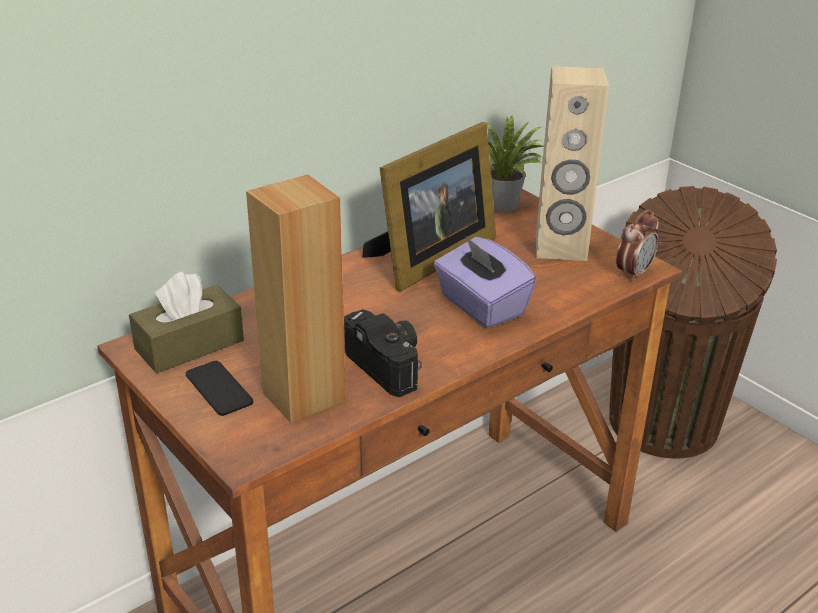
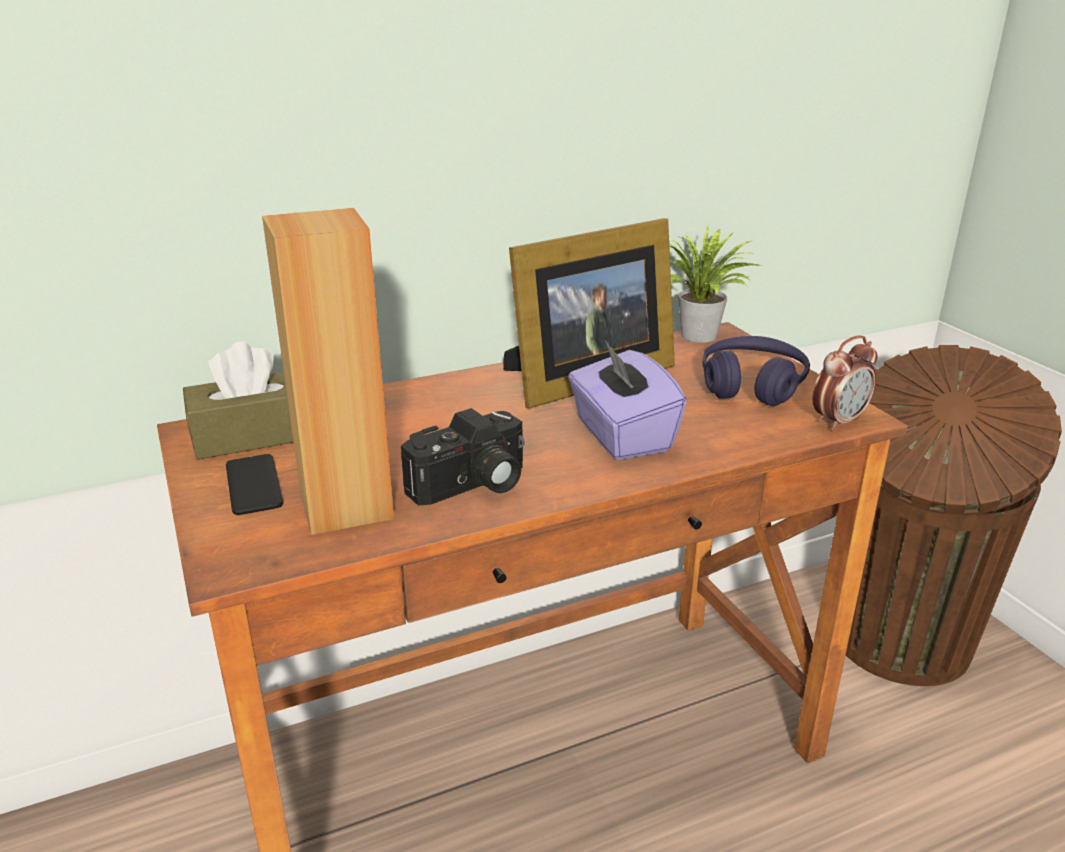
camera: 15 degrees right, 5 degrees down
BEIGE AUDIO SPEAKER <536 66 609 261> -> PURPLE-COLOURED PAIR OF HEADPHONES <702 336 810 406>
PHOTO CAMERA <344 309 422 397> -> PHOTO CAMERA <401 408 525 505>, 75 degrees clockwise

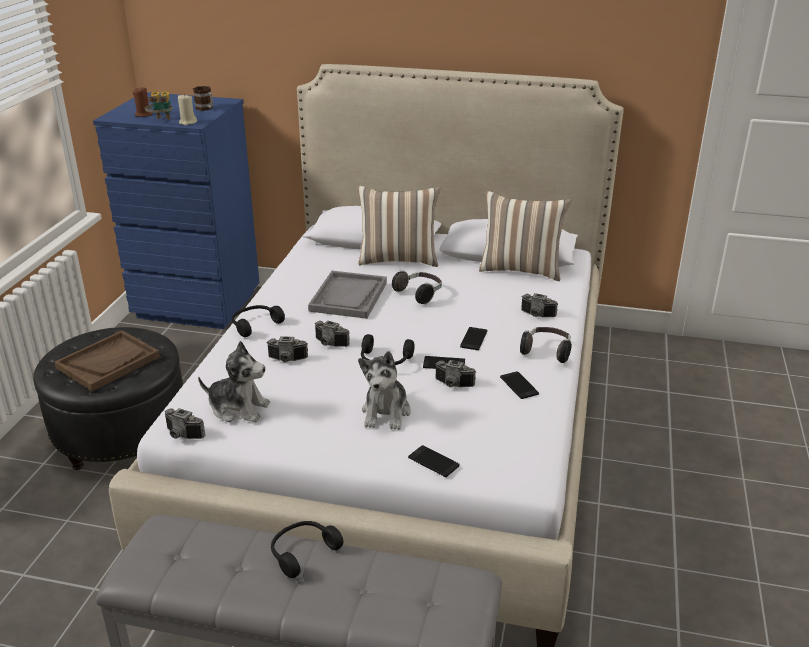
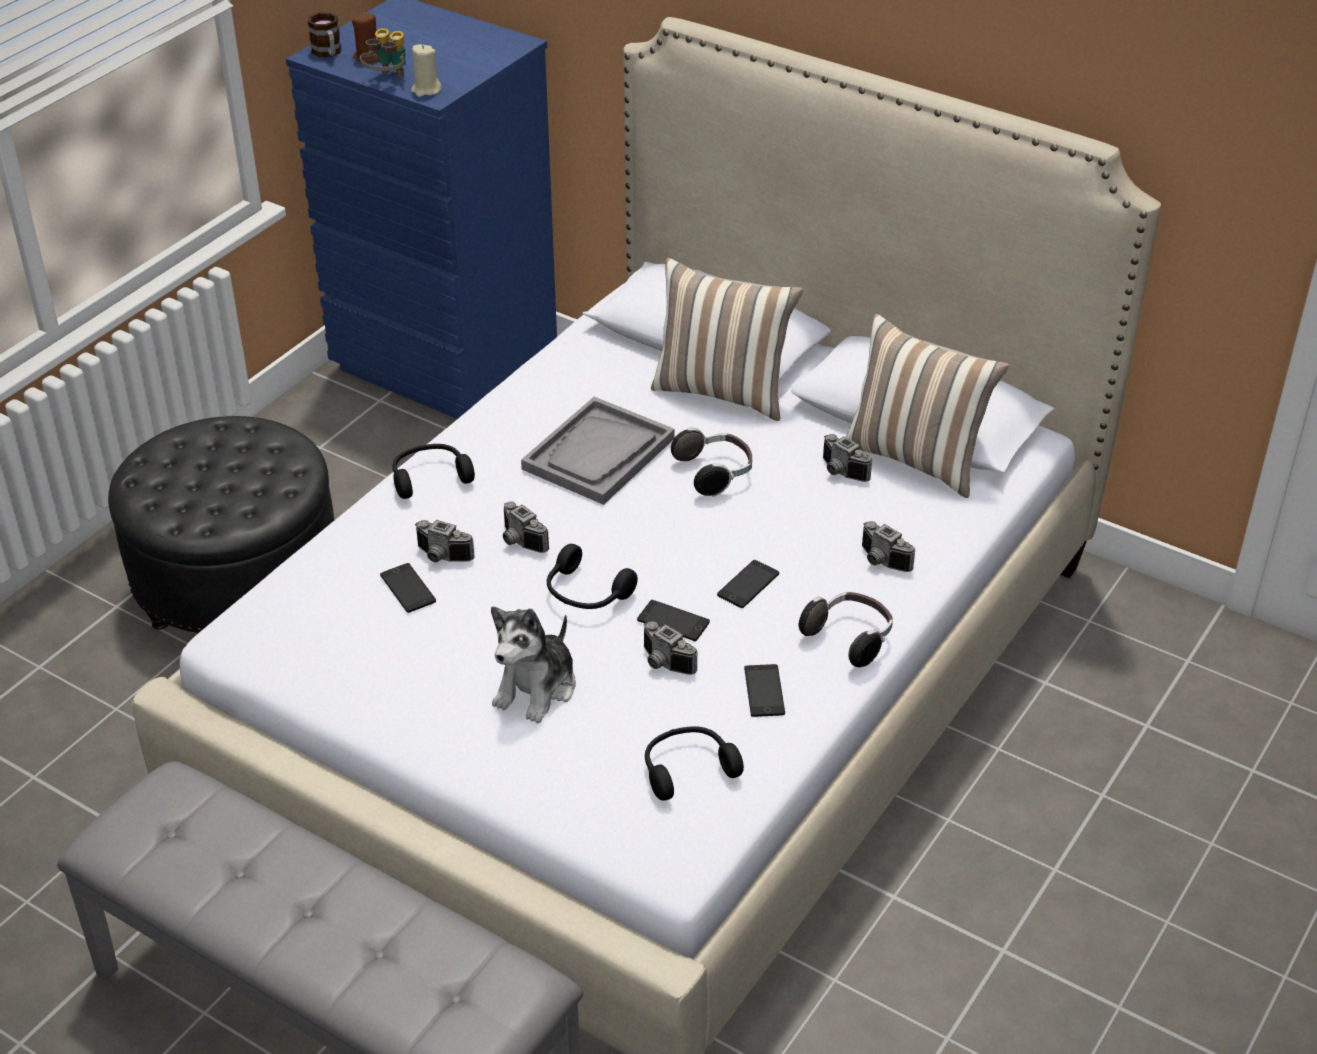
camera: 20 degrees right, 10 degrees up
TEA MUG <193 86 213 111> -> TEA MUG <308 12 341 57>, relocated
BROWN-COLOURED CARRYING TRAY <54 330 160 391> -> none
PLUSH TOY <198 341 270 422> -> none
PHOTO CAMERA <165 408 205 439> -> PHOTO CAMERA <823 434 872 482>, relocated
HANDSET <408 445 460 477> -> HANDSET <380 563 436 613>, relocated
BLACK-COLOURED PAIR OF HEADPHONES <271 521 343 578> -> BLACK-COLOURED PAIR OF HEADPHONES <645 726 744 801>, relocated

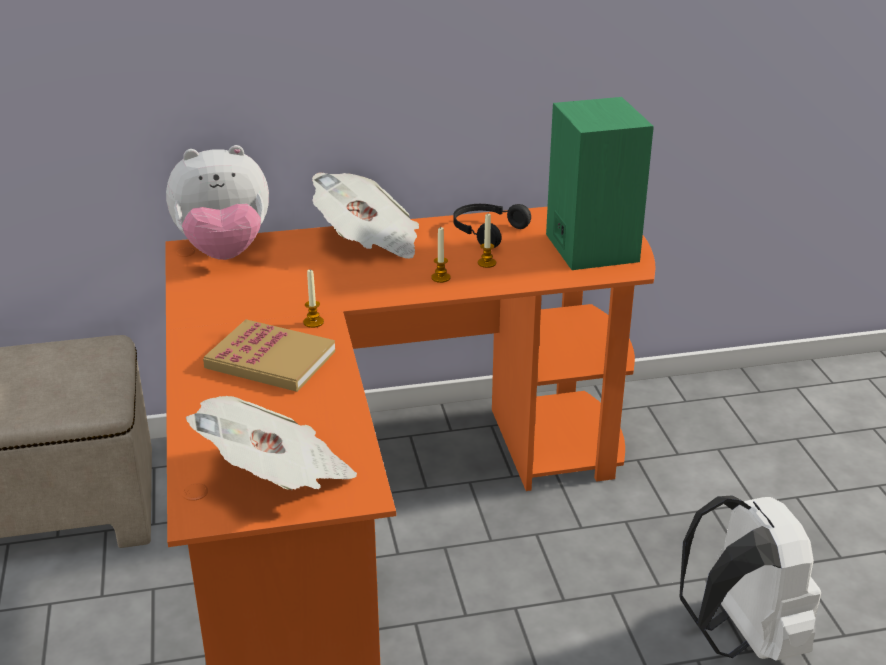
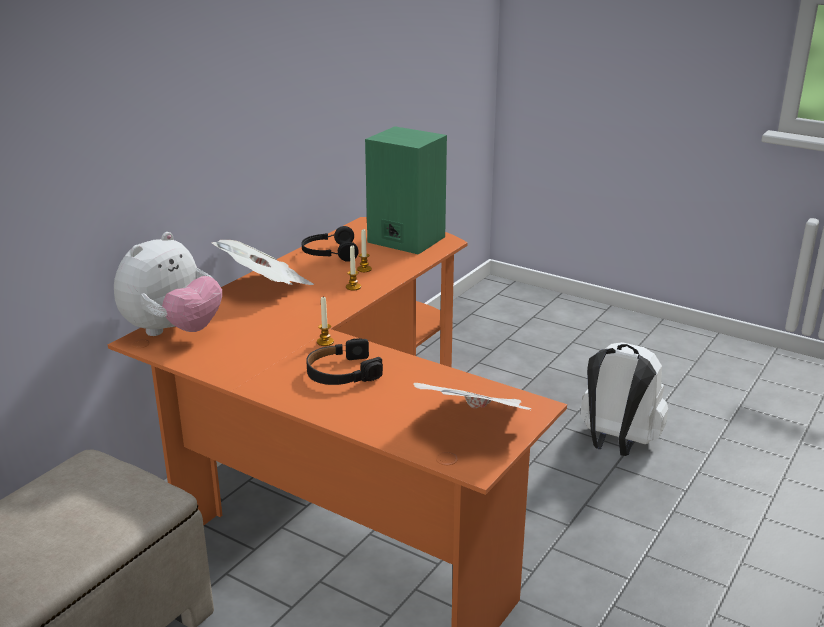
camera: 45 degrees left, 5 degrees down
BOUND BOOK <203 319 335 392> -> BLACK-COLOURED PAIR OF HEADPHONES <306 338 383 385>

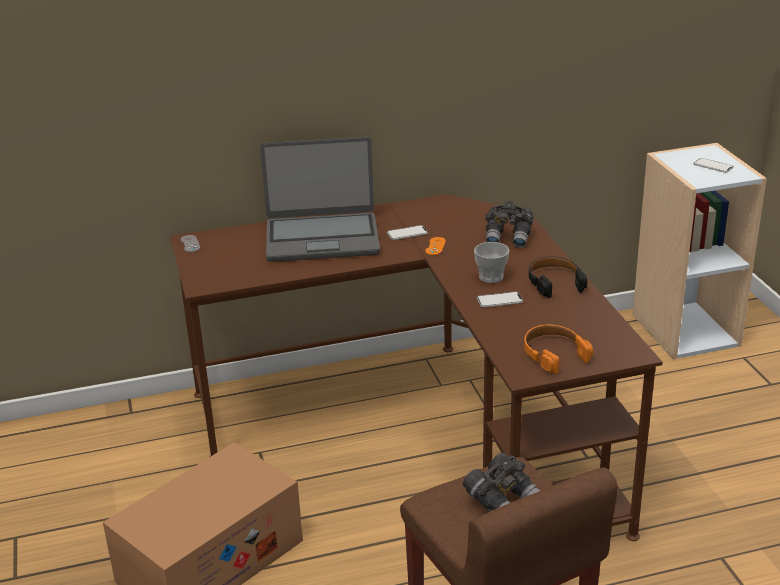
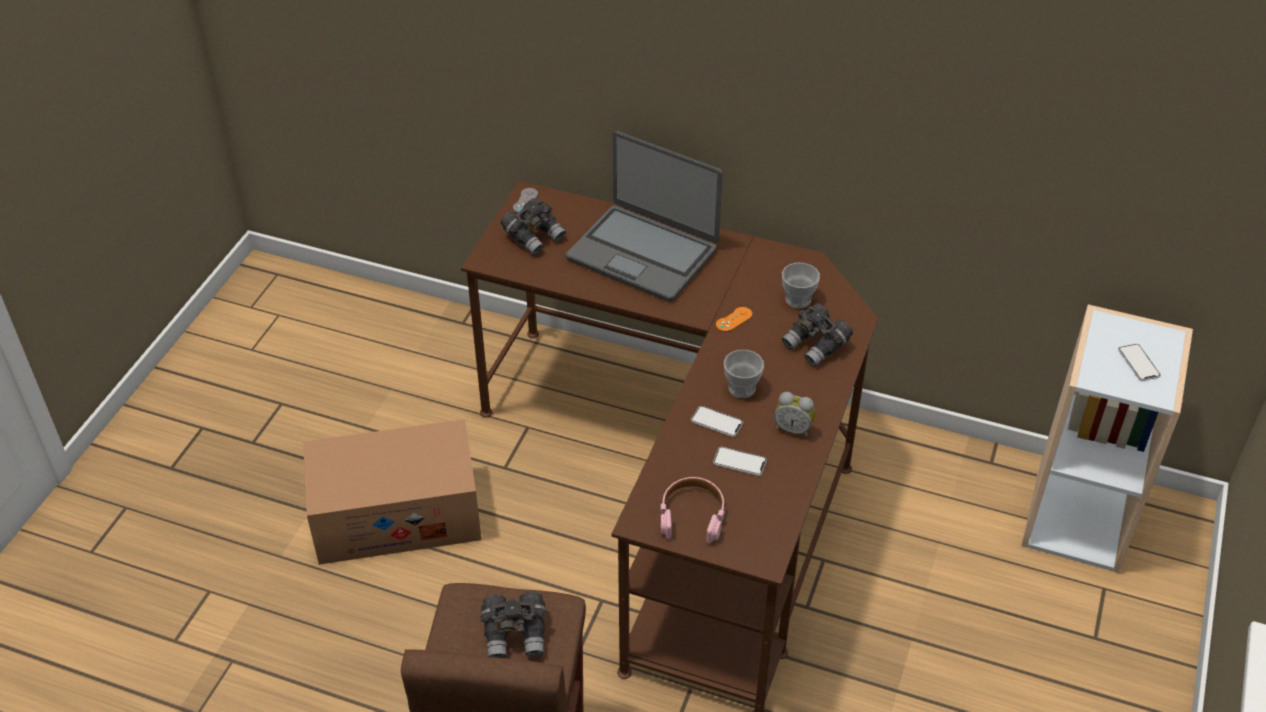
camera: 35 degrees right, 15 degrees up
HANDSET <387 225 428 240> -> HANDSET <713 447 767 476>, relocated
BLACK-COLOURED PAIR OF HEADPHONES <529 256 587 298> -> BEDSIDE CLOCK <774 392 815 438>
ORANGEY PAIR OF HEADPHONES <524 325 593 374> -> PINKISH PAIR OF HEADPHONES <661 477 725 544>
none -> GREY BINOCULARS <501 198 566 255>
none -> DRINKING CUP <782 263 820 308>

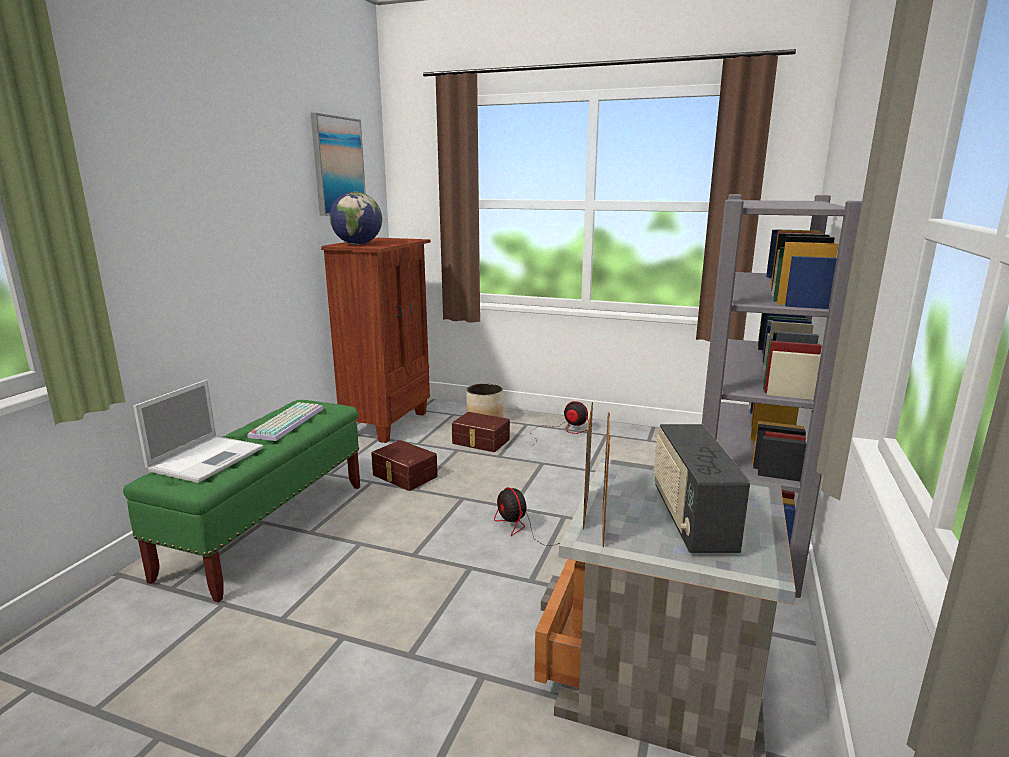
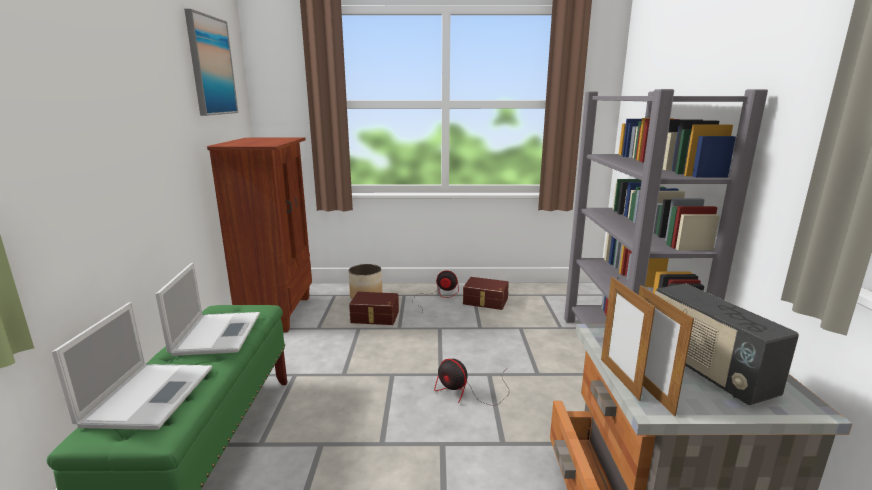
camera: 20 degrees left, 0 degrees up
DESK GLOBE <330 191 382 245> -> none
PC KEYBOARD <247 402 323 441> -> PORTABLE COMPUTER <155 263 260 356>
BROWN-COLOURED STORAGE CONTAINER <371 440 438 491> -> BROWN-COLOURED STORAGE CONTAINER <463 277 509 310>, relocated

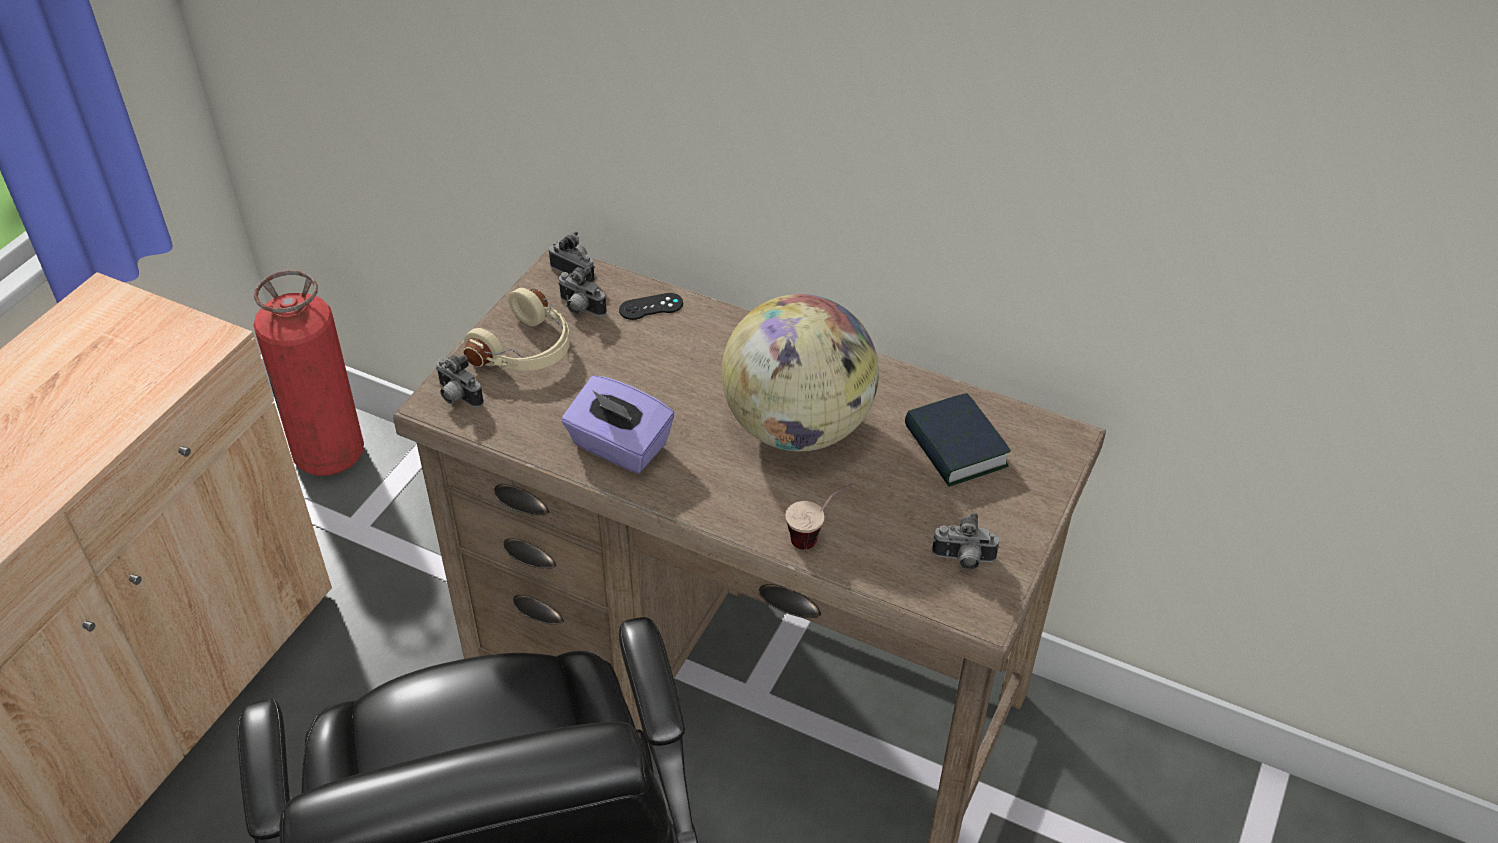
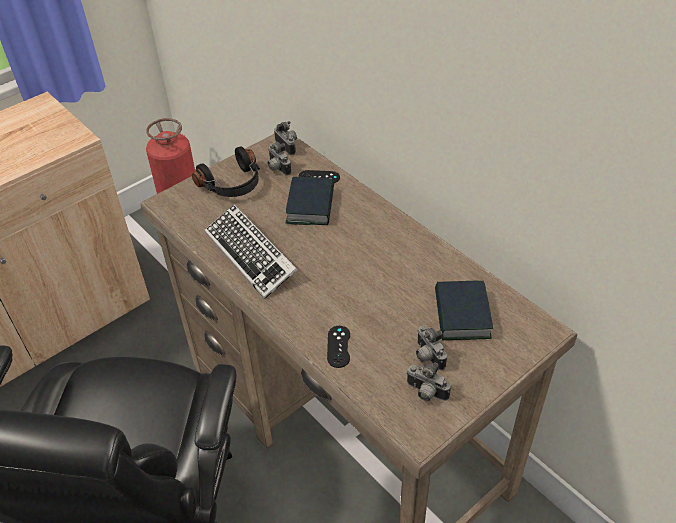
camera: 25 degrees right, 0 degrees up
BEIGE PAIR OF HEADPHONES <464 288 570 371> -> BLACK-COLOURED PAIR OF HEADPHONES <192 147 260 197>
DESK GLOBE <721 294 879 451> -> none
PHOTO CAMERA <436 355 484 407> -> PHOTO CAMERA <416 325 447 370>, relocated
PURPLE-COLOURED TISSUE HOLDER <561 376 674 473> -> PC KEYBOARD <205 204 298 299>
DRINKING CUP <785 483 854 550> -> BLACK-COLOURED JOYPAD <327 326 350 368>
none -> BOUND BOOK <286 177 334 225>

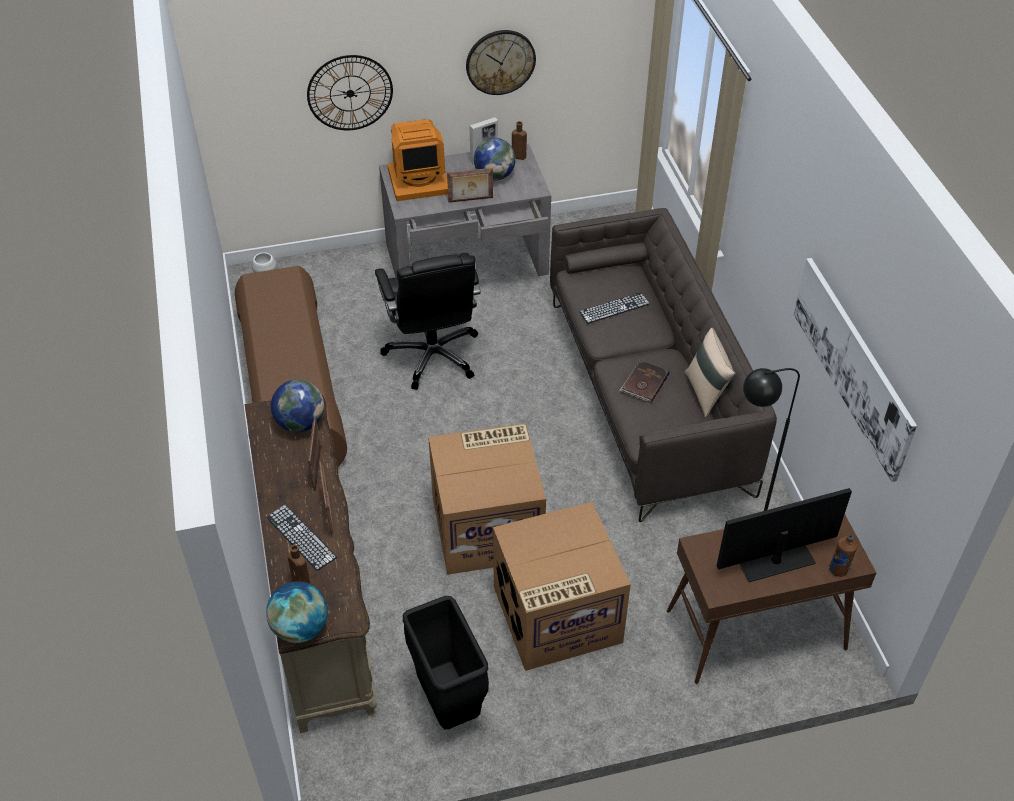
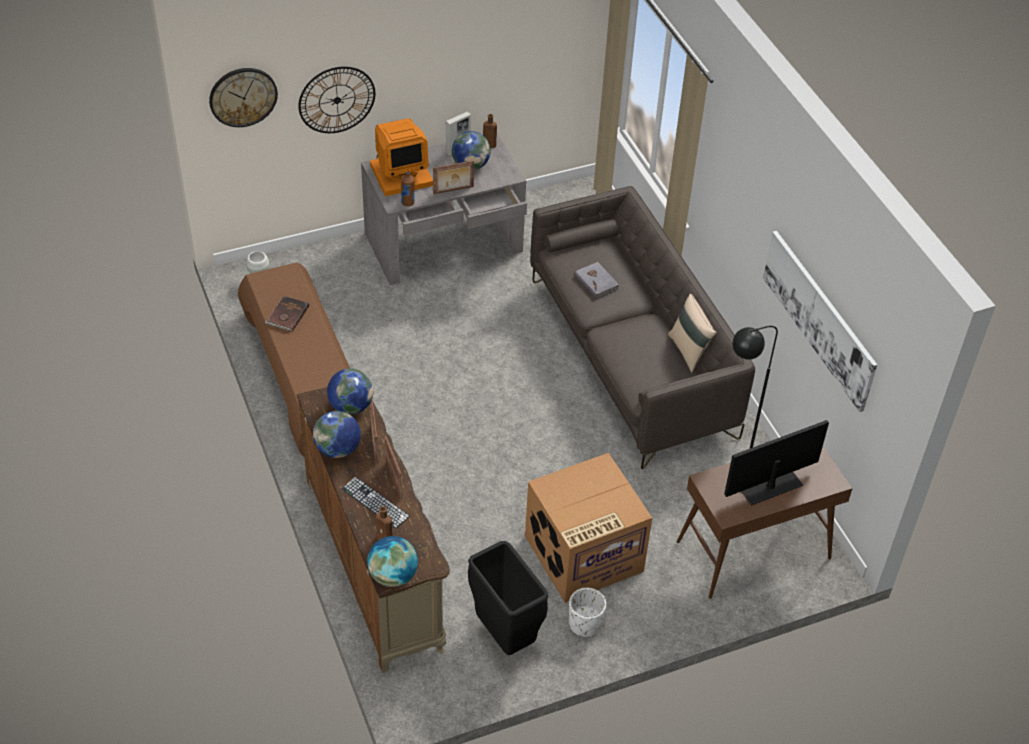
camera: 10 degrees left, 0 degrees up
WALL CLOCK <466 30 536 95> -> WALL CLOCK <209 68 278 127>, relocated
BLACK-COLOURED OFFICE CHAIR <375 253 481 390> -> none
PC KEYBOARD <579 292 649 324> -> GREY BOUND BOOK <575 262 619 298>
BROWN-COLOURED BOUND BOOK <619 360 670 403> -> BROWN-COLOURED BOUND BOOK <265 296 309 332>, relocated
CARTON <428 423 546 575> -> none
BROWN-COLOURED BEVERAGE BOTTLE <829 535 857 577> -> BROWN-COLOURED BEVERAGE BOTTLE <401 171 415 206>, relocated
none -> DESK GLOBE <313 411 361 458>
none -> WHITISH PLANTER <569 588 606 637>

